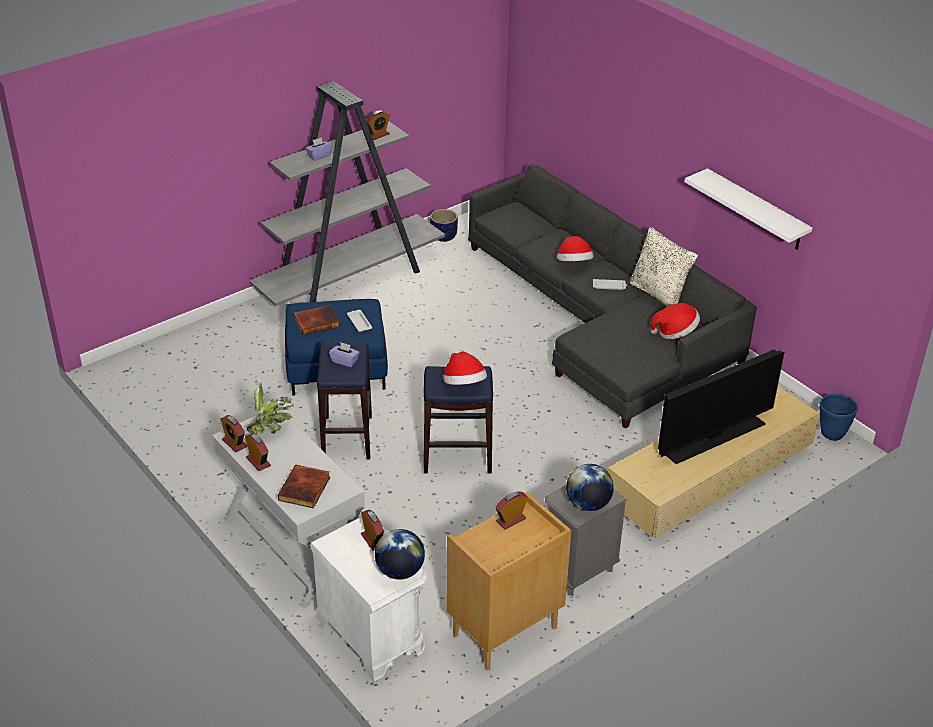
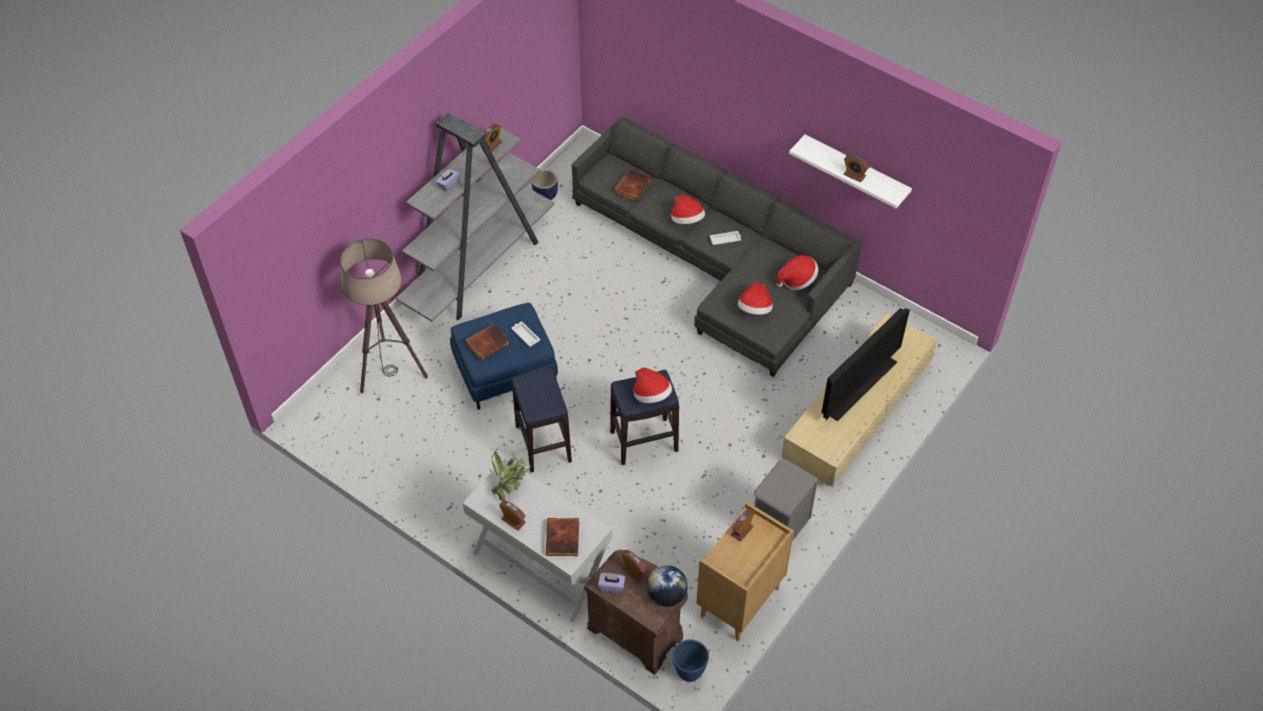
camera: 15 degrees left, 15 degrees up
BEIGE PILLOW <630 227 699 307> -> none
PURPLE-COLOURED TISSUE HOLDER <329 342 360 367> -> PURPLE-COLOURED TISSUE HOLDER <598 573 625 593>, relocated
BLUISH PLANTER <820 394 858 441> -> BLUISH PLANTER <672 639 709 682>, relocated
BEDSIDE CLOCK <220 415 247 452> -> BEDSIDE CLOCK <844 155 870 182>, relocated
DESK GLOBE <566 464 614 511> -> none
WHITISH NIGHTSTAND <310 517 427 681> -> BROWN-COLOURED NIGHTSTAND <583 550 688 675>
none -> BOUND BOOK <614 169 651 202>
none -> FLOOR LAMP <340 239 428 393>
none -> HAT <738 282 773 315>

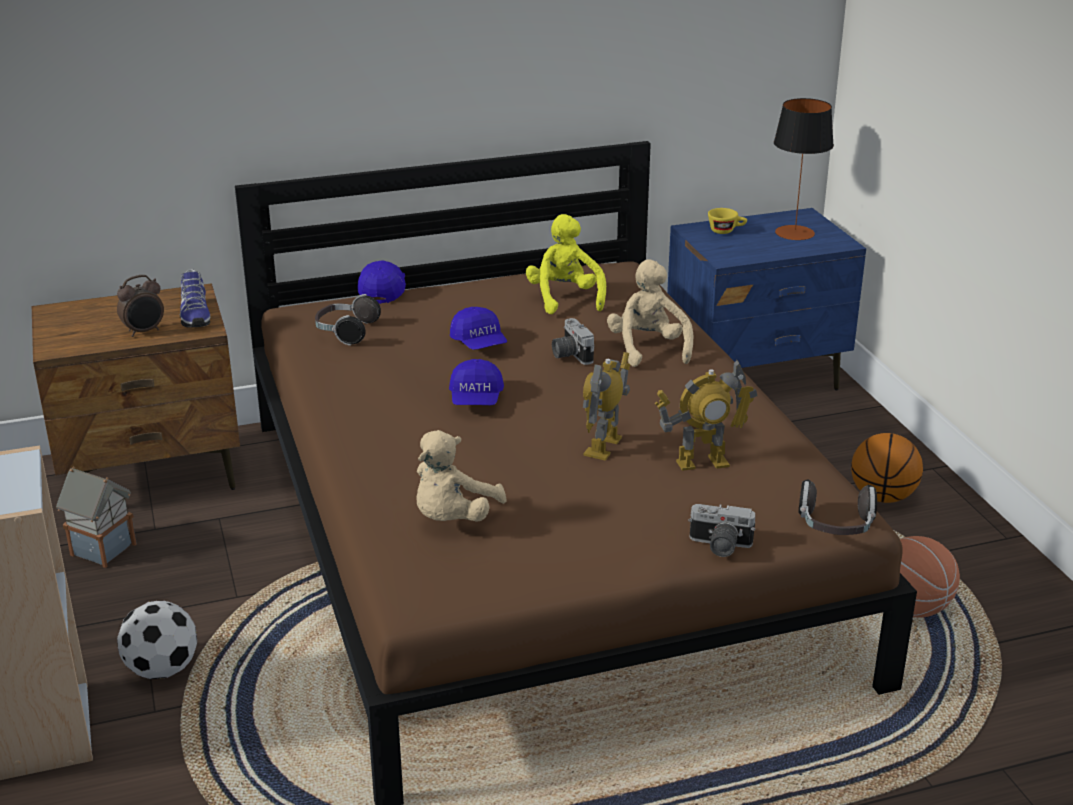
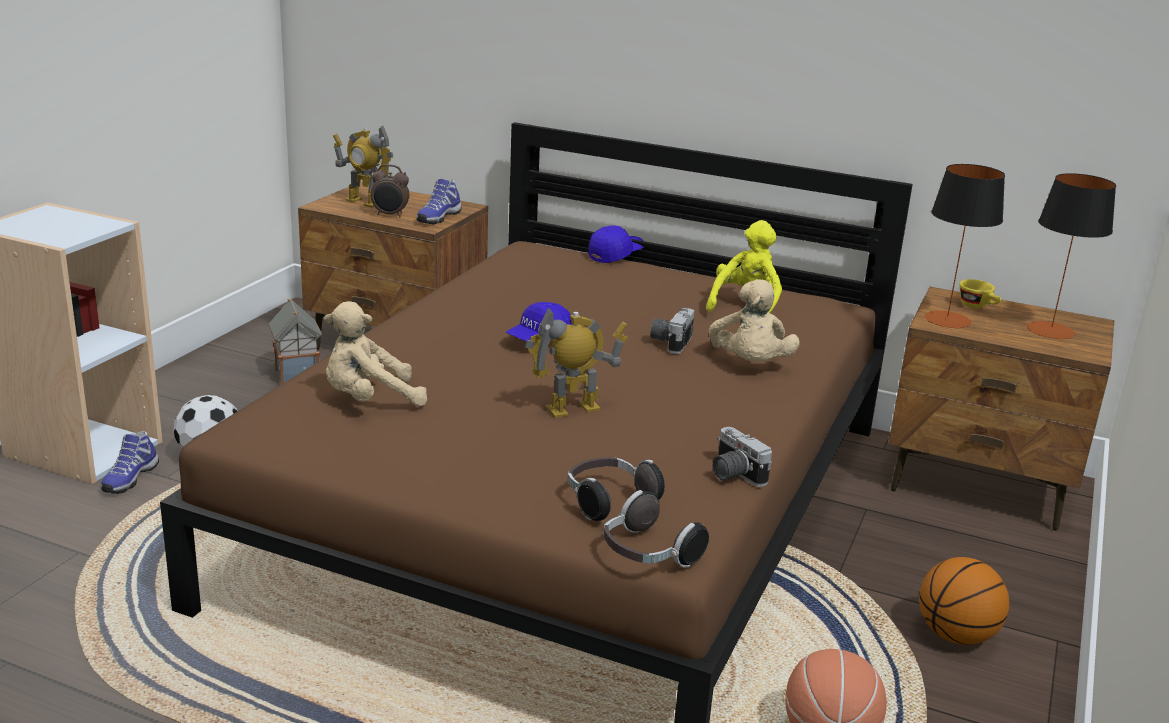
camera: 40 degrees right, 5 degrees down
BLUISH NIGHTSTAND <667 208 866 390> -> BROWN-COLOURED NIGHTSTAND <888 287 1114 531>
BEIGE PLUSH TOY <607 260 694 367> -> BEIGE PLUSH TOY <708 279 800 362>, 150 degrees clockwise
PAIR OF HEADPHONES <315 294 381 346> -> PAIR OF HEADPHONES <568 457 665 521>, relocated
BLUISH CAP <450 307 507 350> -> none
TOY ROBOT <655 361 757 471> -> TOY ROBOT <333 126 393 208>, relocated
PHOTO CAMERA <688 504 755 557> -> PHOTO CAMERA <712 427 772 487>, relocated
none -> TABLETOP LAMP <924 164 1005 328>
none -> SHOE <101 431 159 494>

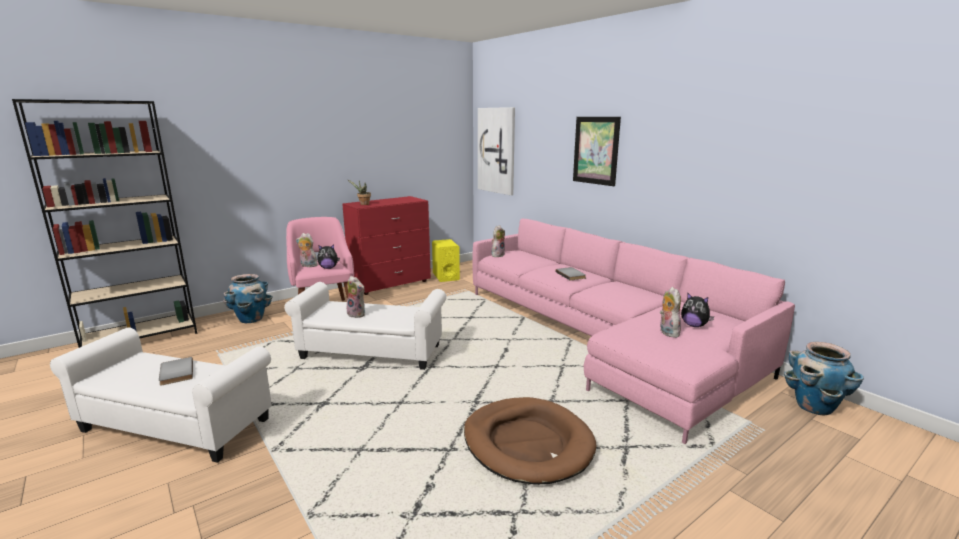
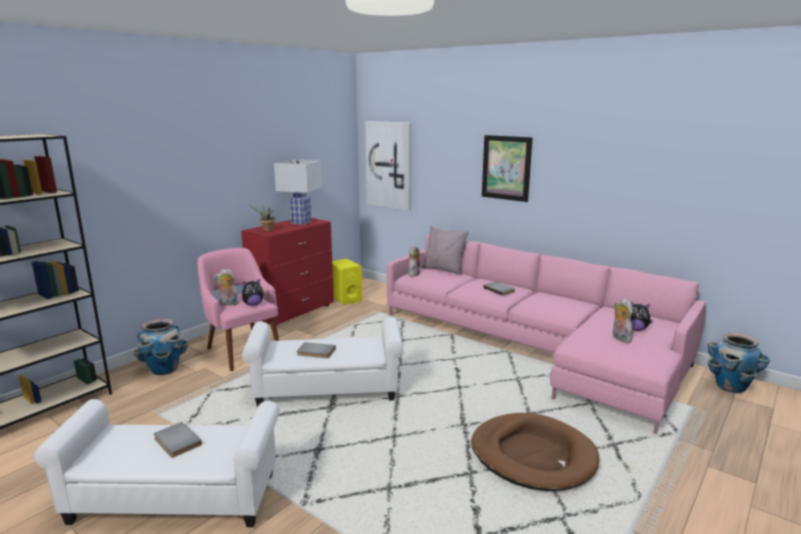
camera: 15 degrees left, 0 degrees up
PLUSH TOY <347 276 365 318> -> GREY BOUND BOOK <297 342 336 358>
none -> WHITISH TABLETOP LAMP <274 159 322 225>
none -> PURPLE-COLOURED PILLOW <422 225 469 275>

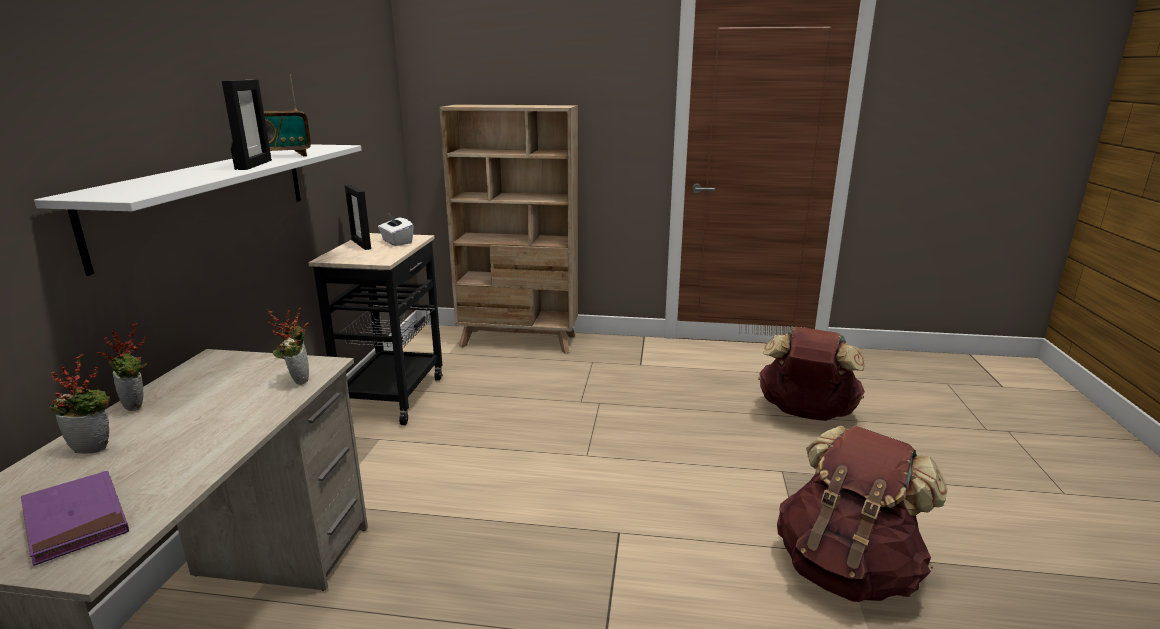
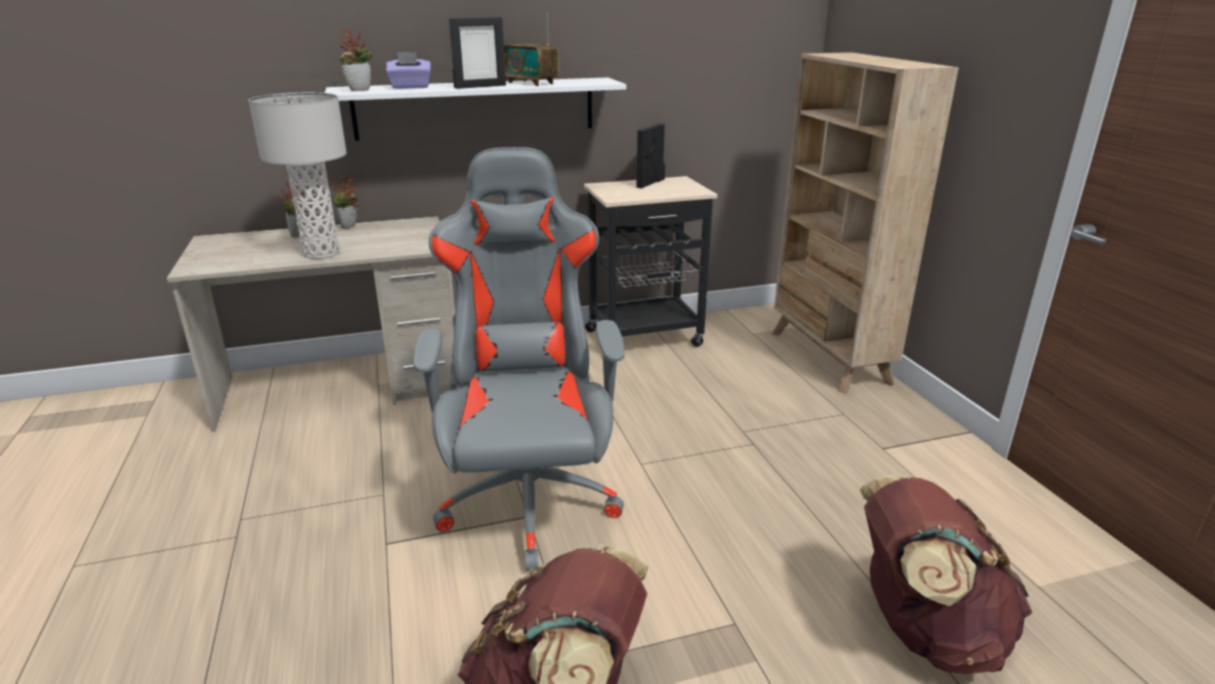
camera: 65 degrees right, 5 degrees up
WHITISH TISSUE HOLDER <378 213 414 246> -> none
POTTED PLANT <267 308 309 385> -> POTTED PLANT <339 28 373 91>, relocated
PURPLE-COLOURED BOUND BOOK <21 471 129 566> -> none
none -> PURPLE-COLOURED TISSUE HOLDER <386 52 431 89>
none -> WHITISH TABLETOP LAMP <249 92 347 259>
none -> GREY OFFICE CHAIR <413 147 625 571>

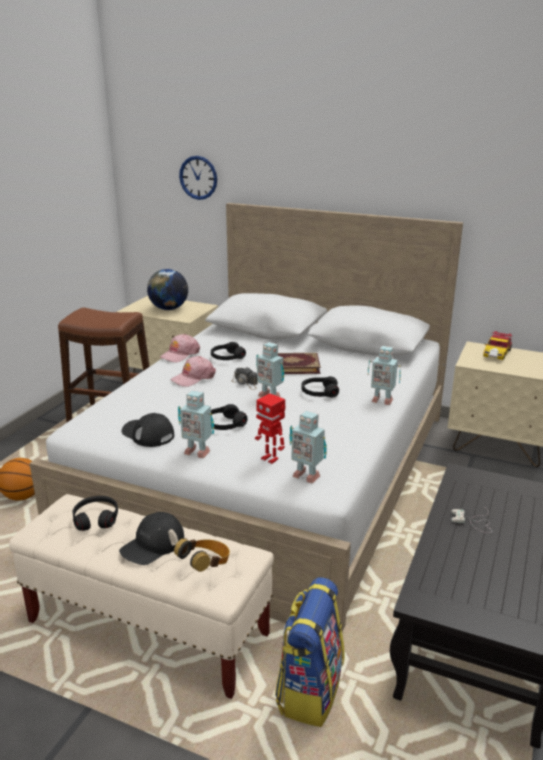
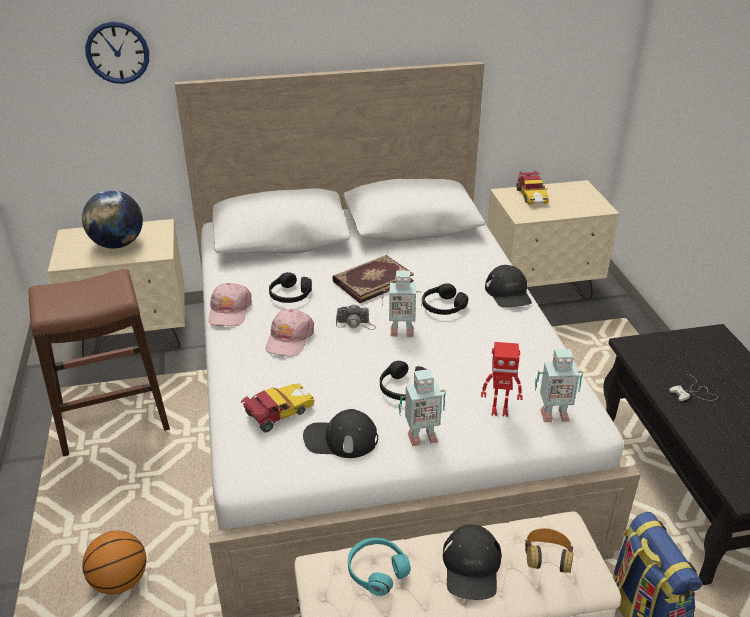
camera: 35 degrees left, 10 degrees up
TOY ROBOT <368 346 401 405> -> BLACK-COLOURED CAP <485 265 532 307>
BLACK-COLOURED PAIR OF HEADPHONES <73 496 118 531> -> TURQUOISE PAIR OF HEADPHONES <348 538 411 596>
none -> MODEL CAR <240 383 315 432>

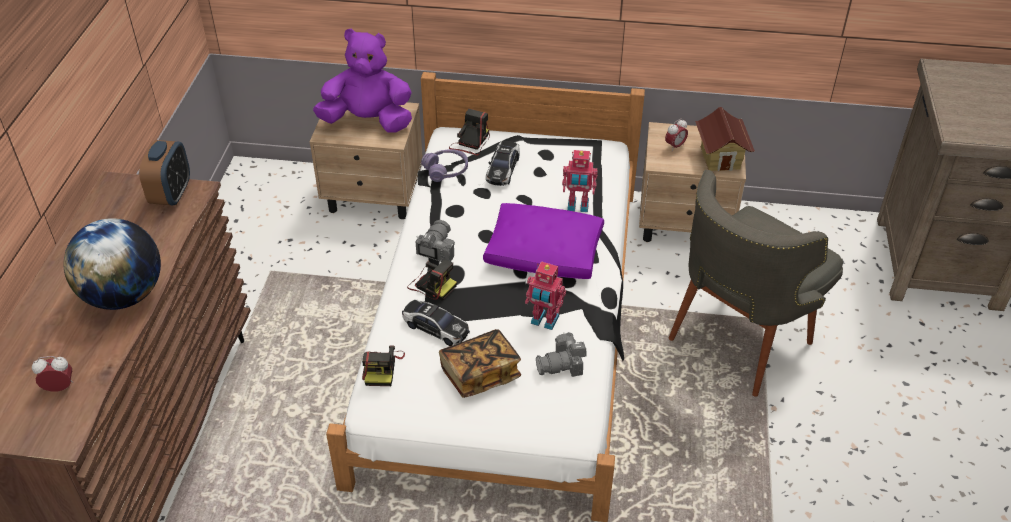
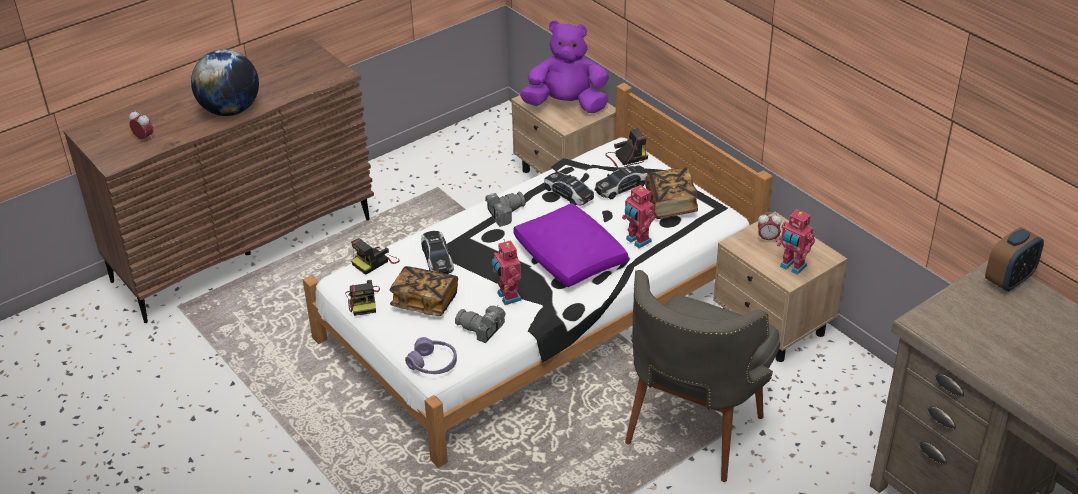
camera: 45 degrees right, 5 degrees down
PURPLE-COLOURED PLUSH TOY <313 29 412 133> -> PURPLE-COLOURED PLUSH TOY <520 20 609 113>, 45 degrees counterclockwise
MODEL HOUSE <695 107 755 171> -> TOY ROBOT <777 210 815 275>
BEDSIDE CLOCK <139 140 190 206> -> BEDSIDE CLOCK <985 227 1044 292>, relocated
PURPLE-COLOURED PAIR OF HEADPHONES <421 149 468 182> -> PURPLE-COLOURED PAIR OF HEADPHONES <405 337 457 374>, relocated
GREY PLAIN CHAIR <669 169 843 397> -> GREY PLAIN CHAIR <625 270 780 482>, 60 degrees counterclockwise
PHOTO CAMERA <407 259 457 301> -> PHOTO CAMERA <346 280 380 316>, relocated
none -> BOUND BOOK <645 167 698 219>
none -> MODEL CAR <544 172 594 206>

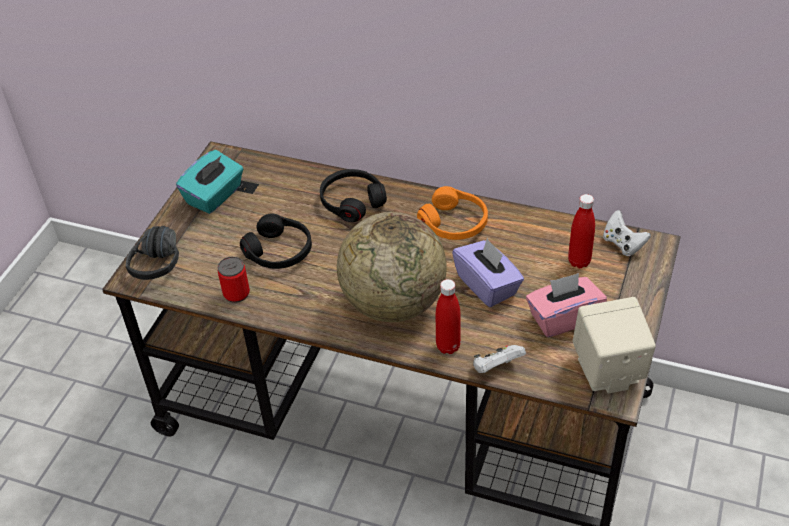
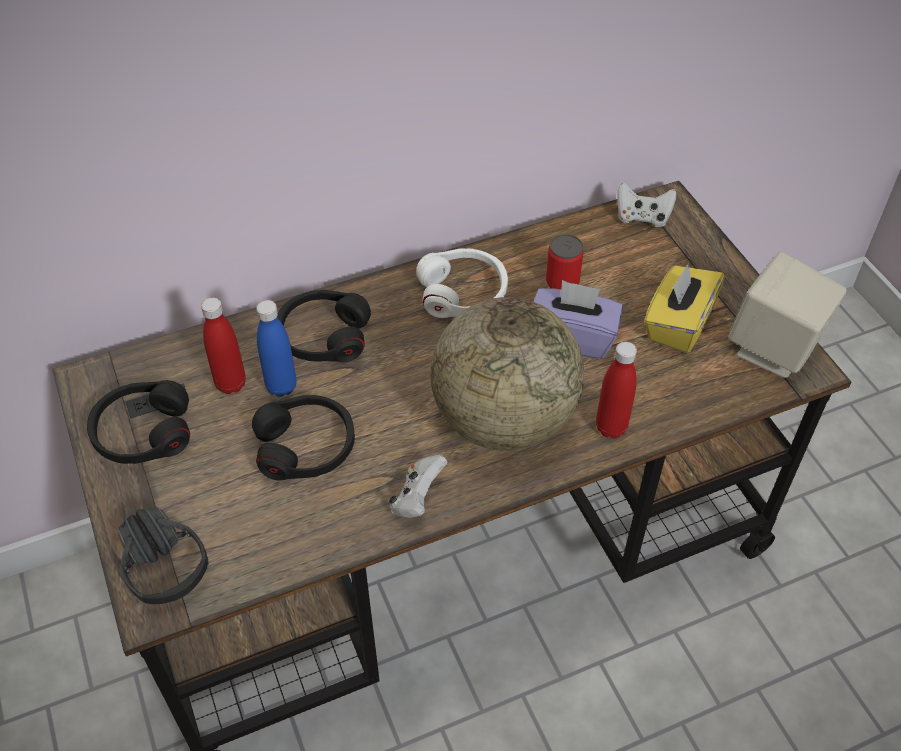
camera: 45 degrees left, 5 degrees up
TURQUOISE TISSUE HOLDER <176 150 243 214> -> BLACK-COLOURED PAIR OF HEADPHONES <87 380 190 464>
ORANGEY PAIR OF HEADPHONES <417 186 488 240> -> WHITISH PAIR OF HEADPHONES <416 248 508 318>
RED-COLOURED BEVERAGE BOTTLE <568 194 595 268> -> RED-COLOURED BEVERAGE BOTTLE <201 297 246 394>, relocated
METAL CAN <218 257 250 303> -> METAL CAN <546 234 584 289>, relocated
PINKISH TISSUE HOLDER <526 273 607 337> -> YELLOW-COLOURED TISSUE HOLDER <644 263 725 353>
WHITISH JOYPAD <473 345 526 373> -> WHITISH JOYPAD <389 454 448 518>, relocated
none -> BLUISH BEVERAGE BOTTLE <256 300 296 397>

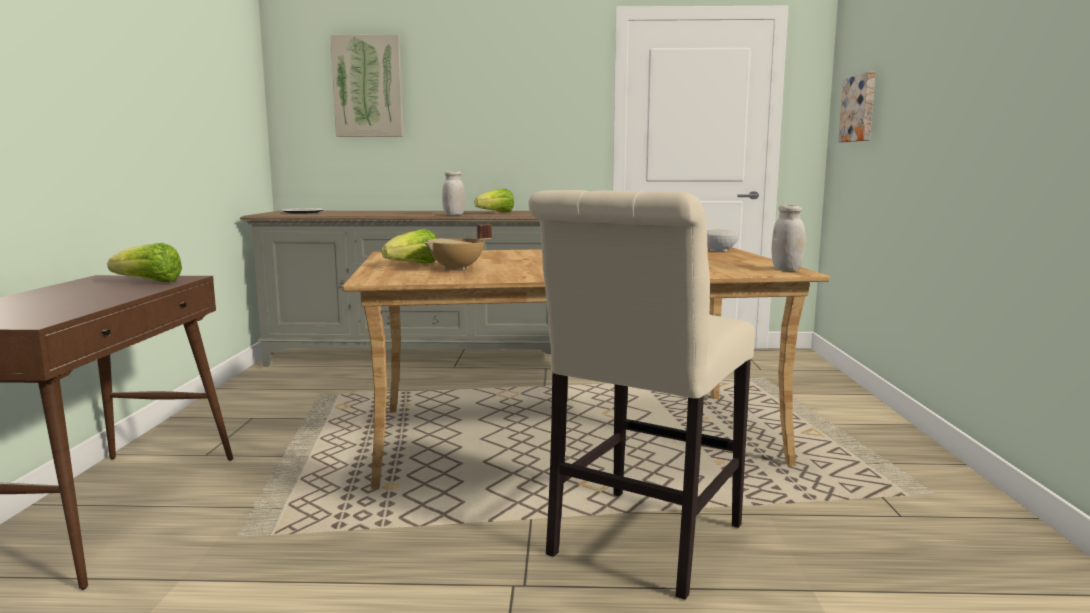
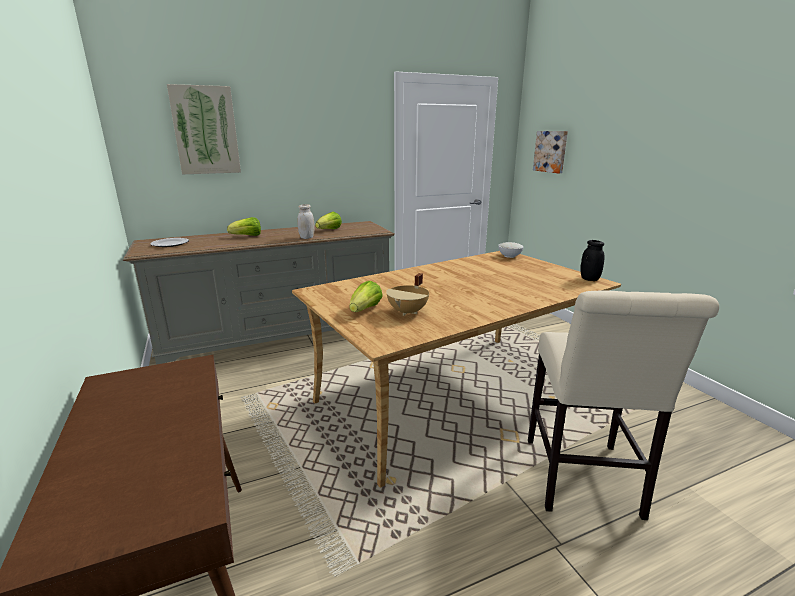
camera: 25 degrees left, 10 degrees up
WHITISH JAR <771 205 805 271> -> BLACK-COLOURED JAR <580 240 605 281>
HEAD OF LETTUCE <107 243 182 282> -> HEAD OF LETTUCE <227 217 261 236>, relocated

